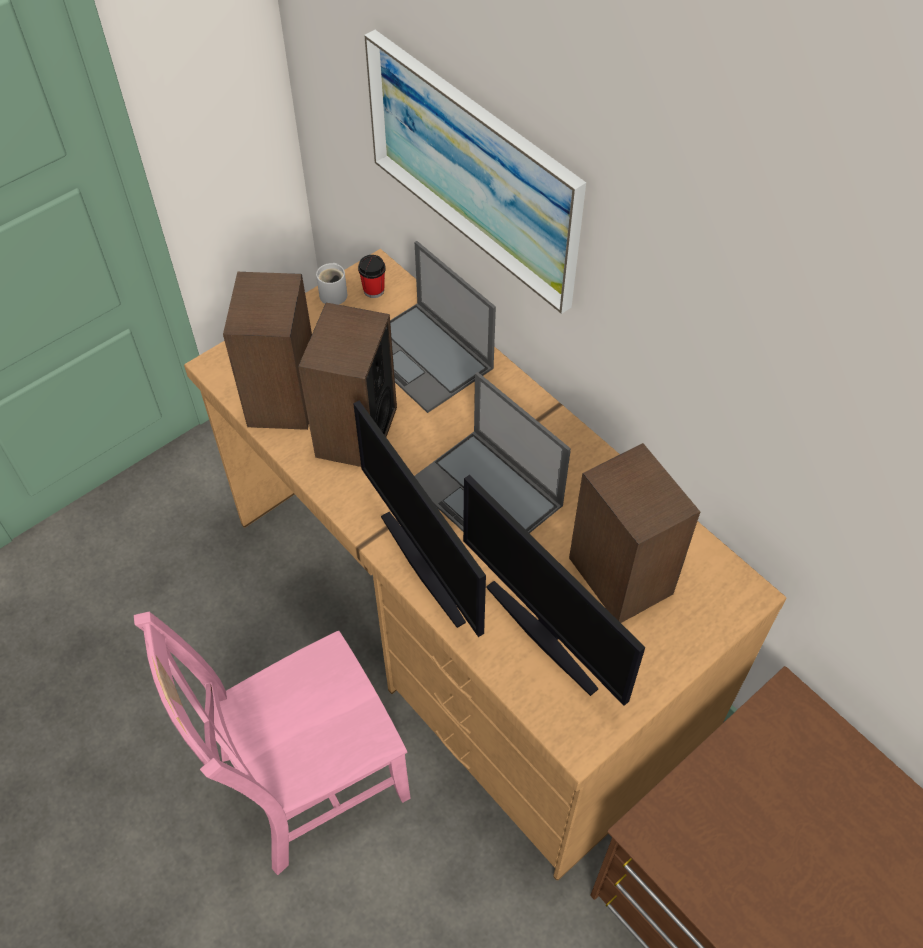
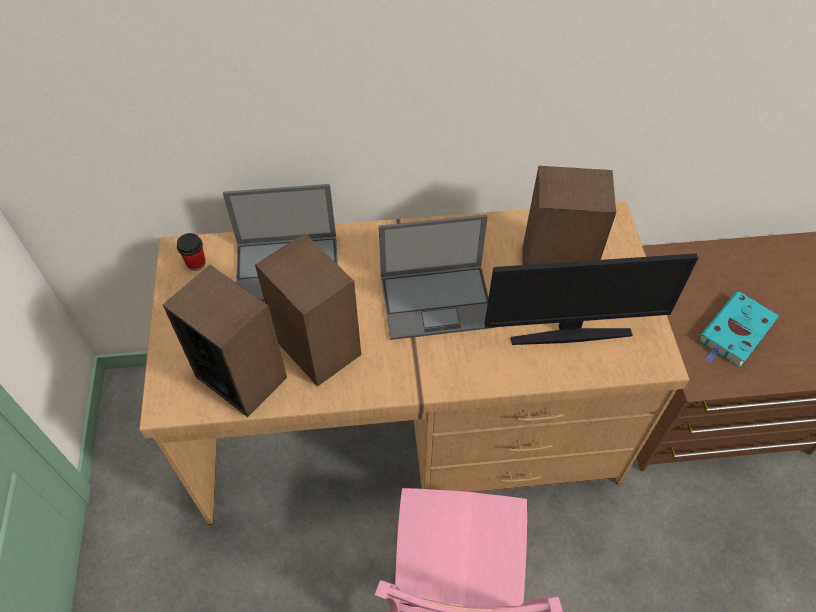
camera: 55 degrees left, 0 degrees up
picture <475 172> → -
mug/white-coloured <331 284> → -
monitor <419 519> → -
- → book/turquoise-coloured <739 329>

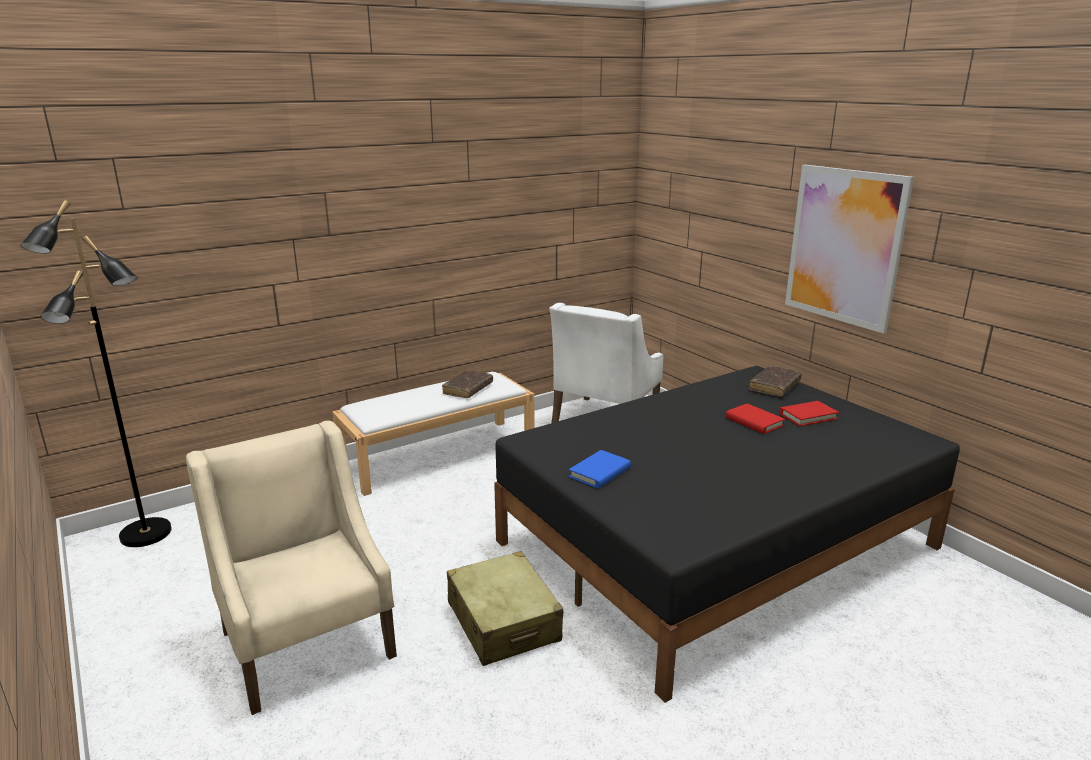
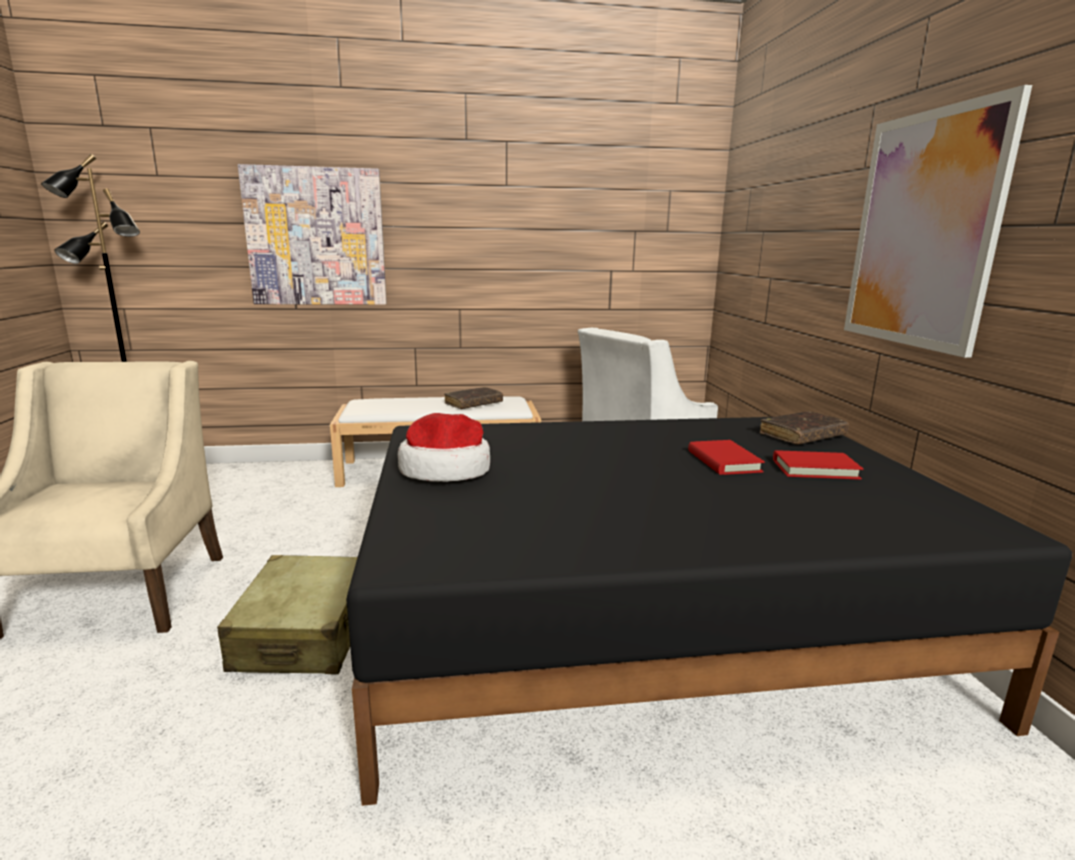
camera: 25 degrees right, 5 degrees down
book/bluish <600 469> → clothing hat <444 447>
- → picture <312 234>

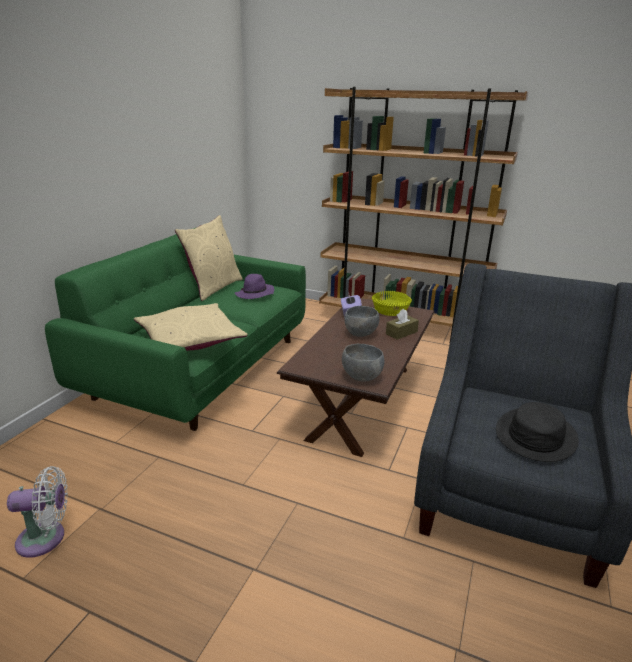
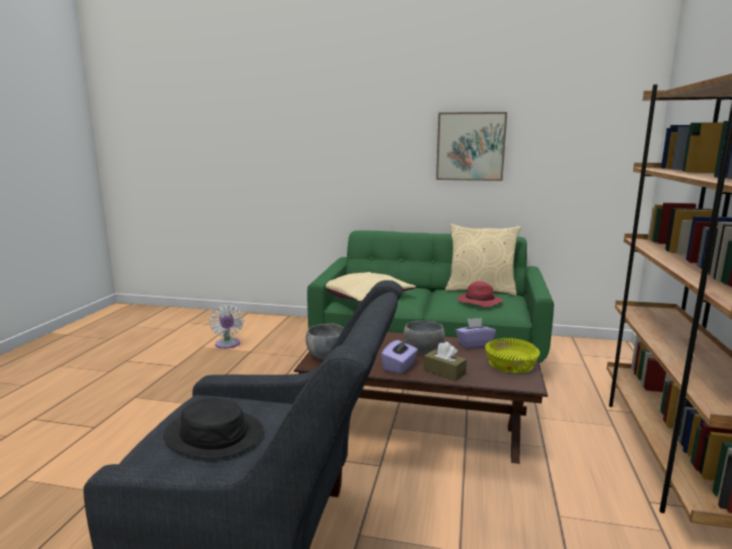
camera: 80 degrees right, 10 degrees down
clothing hat/purplish <254 286> → clothing hat/reddish <480 294>
- → picture <471 146>
- → box of tissues/purplish <399 357>

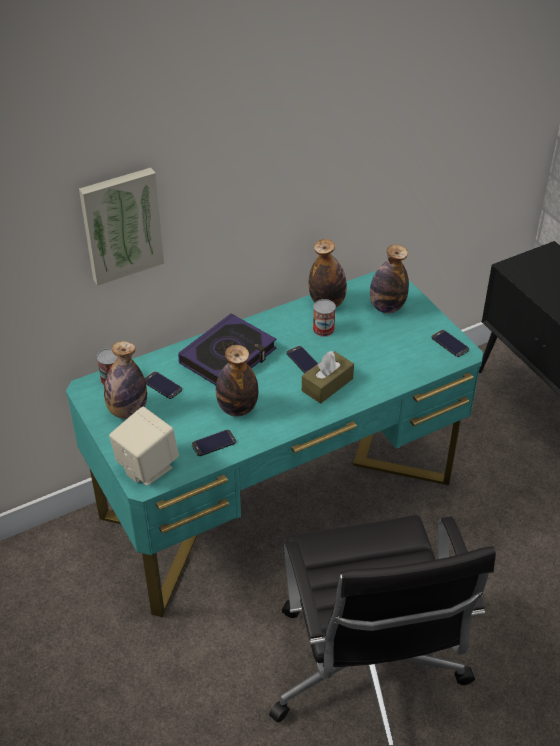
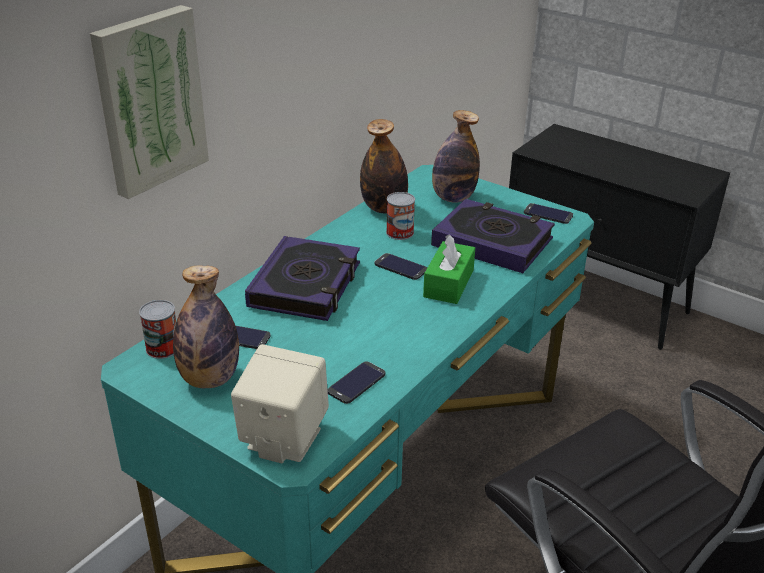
camera: 25 degrees left, 10 degrees down
drink bottle <237 381> → -
box of tissues/brownish <328 377> → box of tissues/green <449 269>
- → book <493 236>

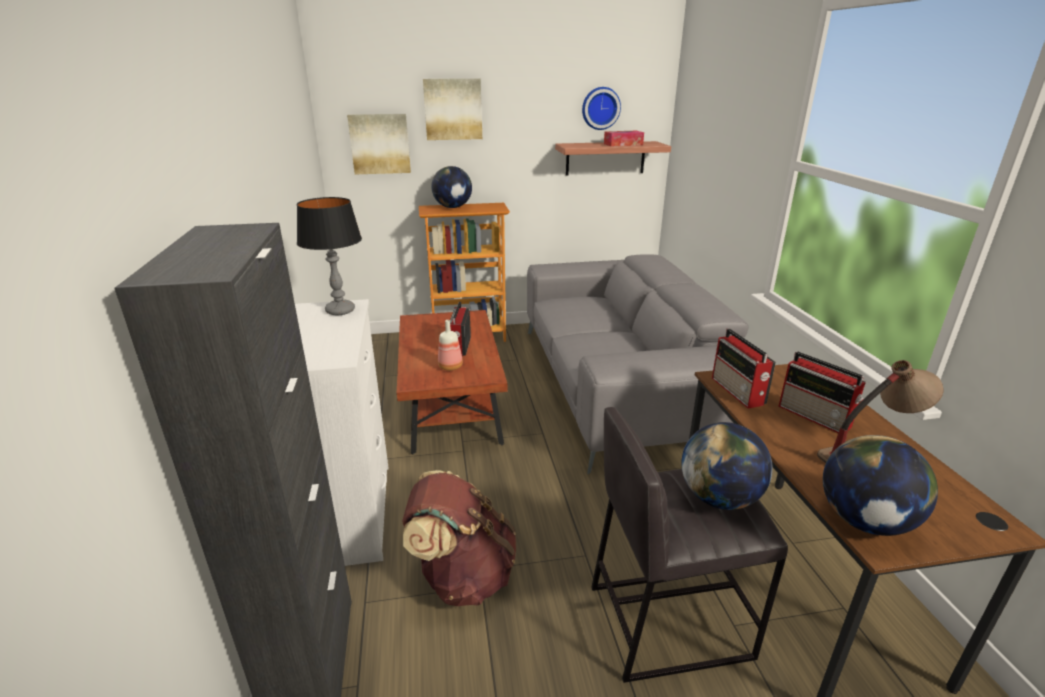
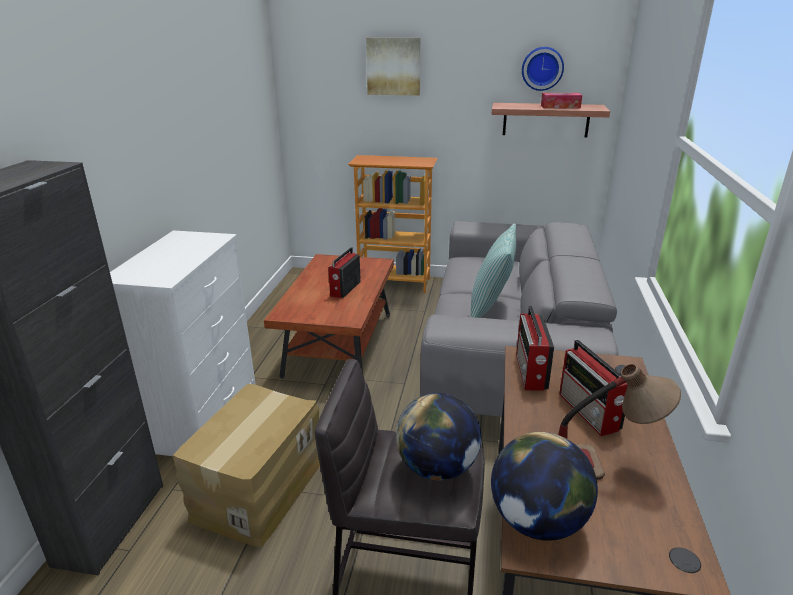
camera: 20 degrees right, 0 degrees up
picture <379 144> → -
globe <451 187> → -
tabletop lamp <329 256> → -
drink bottle <450 345> → -
rucksack/brownish <459 538> → packing box <246 465>
- → cushion <494 271>

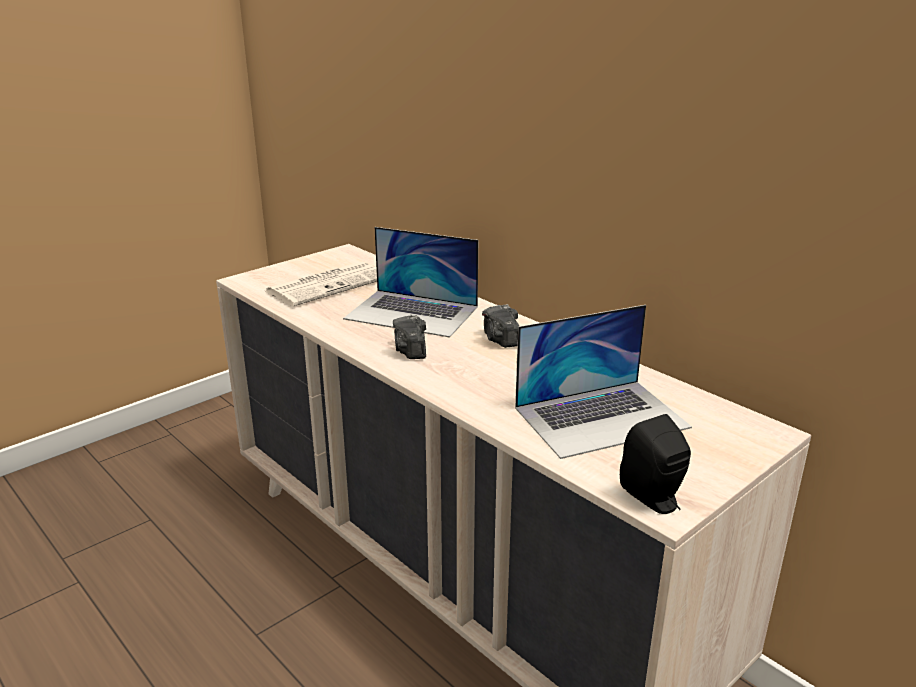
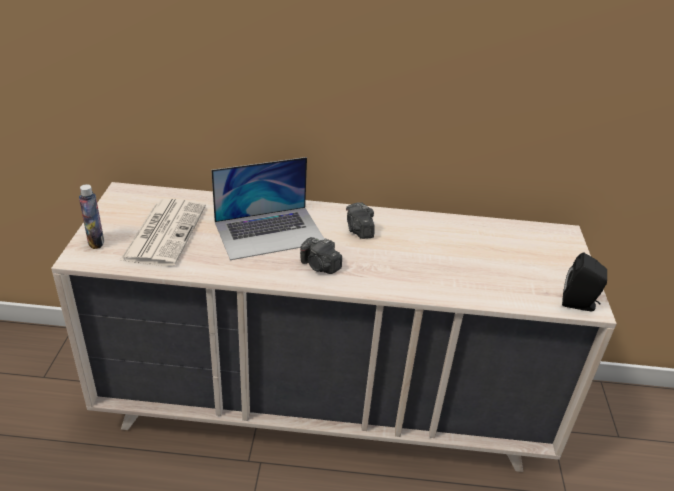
camera: 45 degrees left, 10 degrees up
photo camera <500 326> → photo camera <360 220>, 45 degrees clockwise
portable computer <603 382> → -
- → drink bottle <91 216>

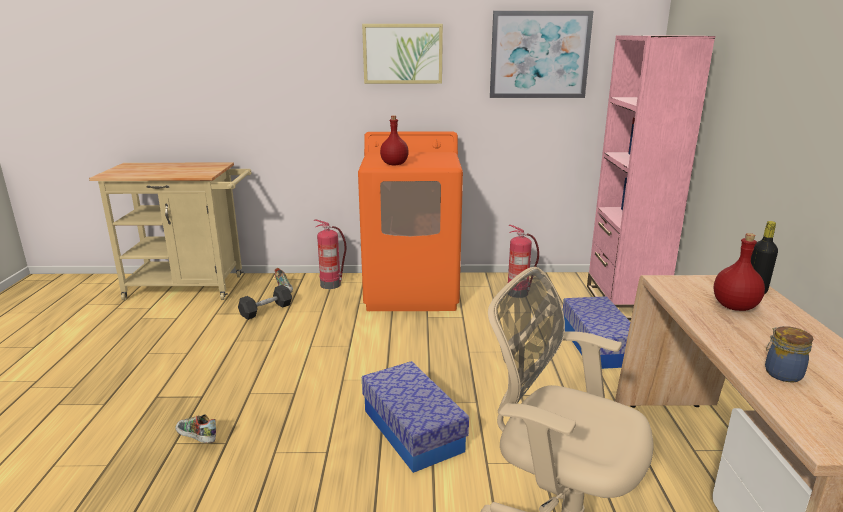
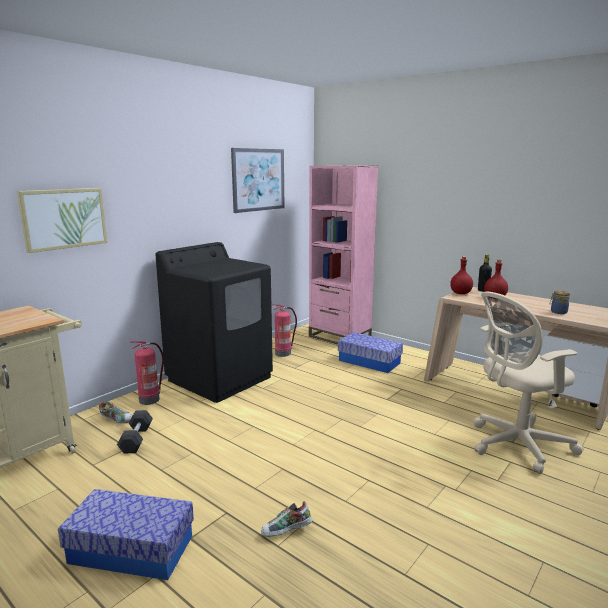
camera: 50 degrees left, 5 degrees down
picture <402 54> → picture <62 220>, moved
drink bottle/reddish <394 140> → drink bottle/reddish <461 275>, moved
washing machine/orangey <410 221> → washing machine/black <214 322>
storage box <415 417> → storage box <126 534>, moved

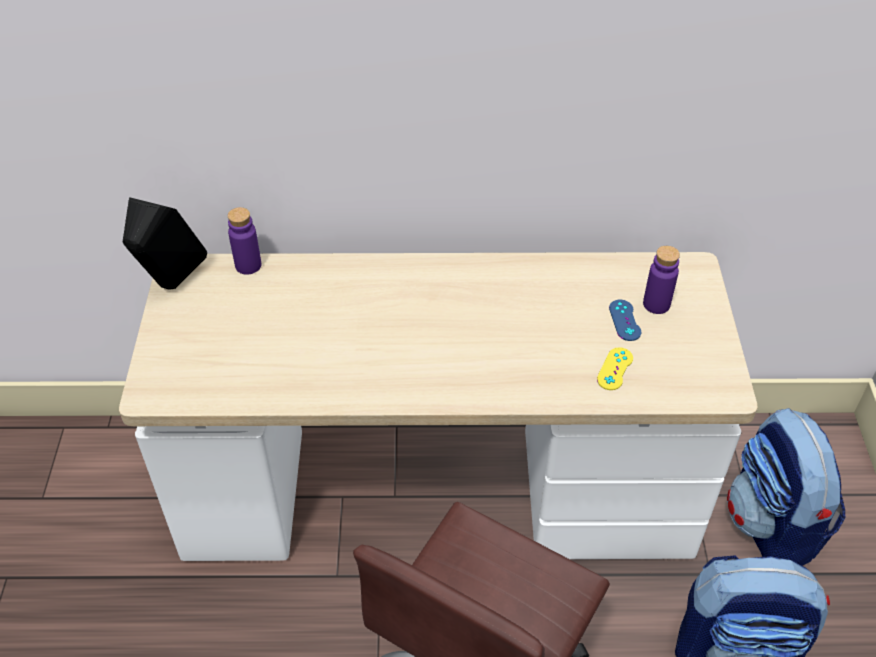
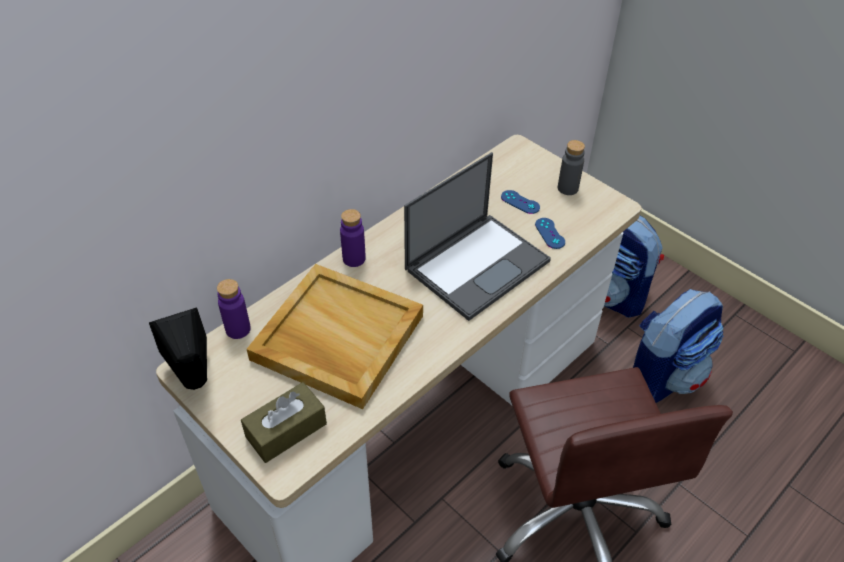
camera: 45 degrees left, 0 degrees up
drink bottle/purplish <661 280> → drink bottle/purplish <353 238>, moved
joypad/yellowish <615 368> → joypad/bluish <550 233>
- → drink bottle/greyish <571 167>
- → portable computer <477 236>
- → serving tray/beige-coloured <335 336>
- → box of tissues/brownish <284 422>

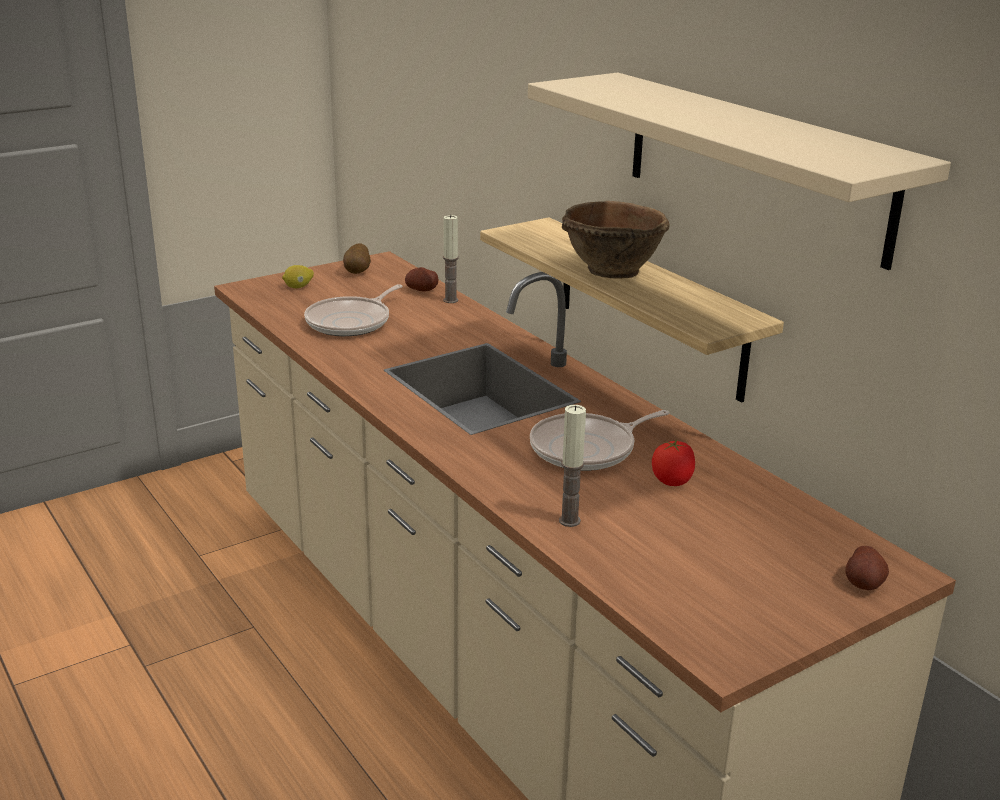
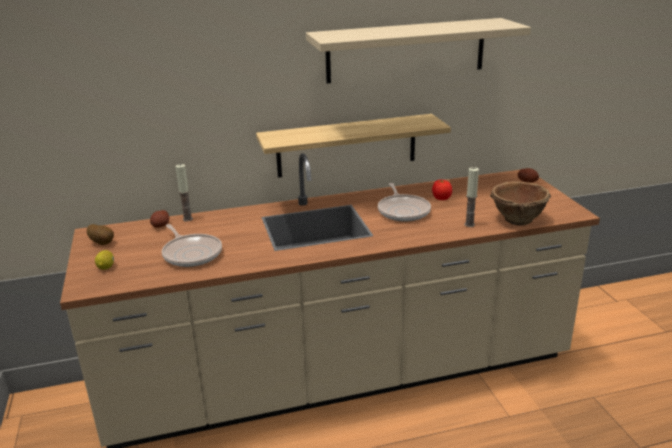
camera: 70 degrees left, 0 degrees up
bowl/brownish <616 240> → bowl/brownish <520 203>, moved

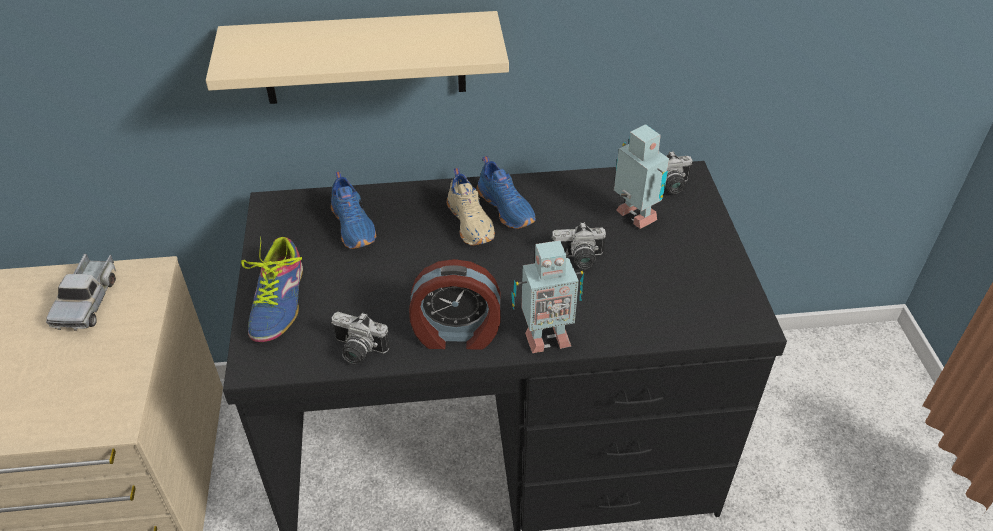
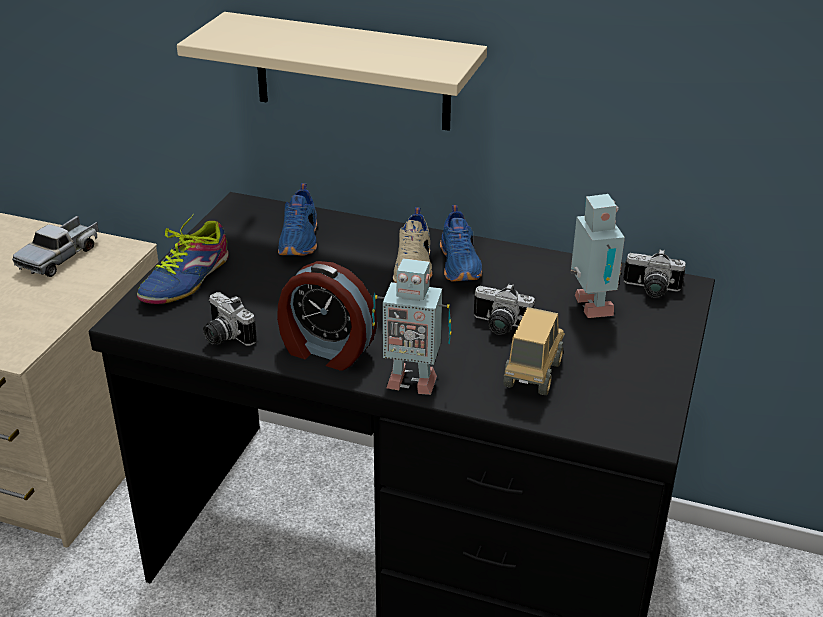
camera: 25 degrees right, 10 degrees down
- → toy truck <534 351>

